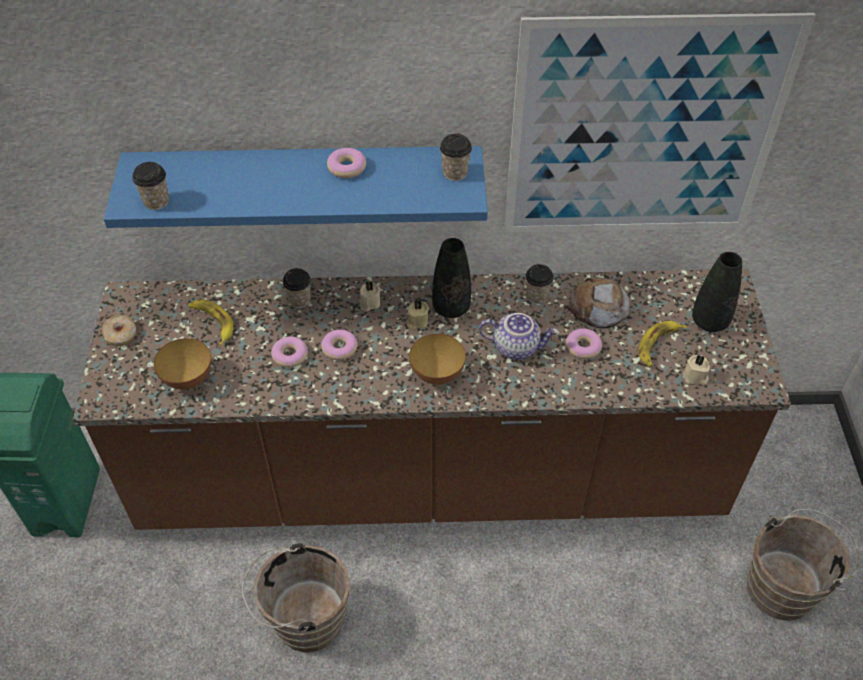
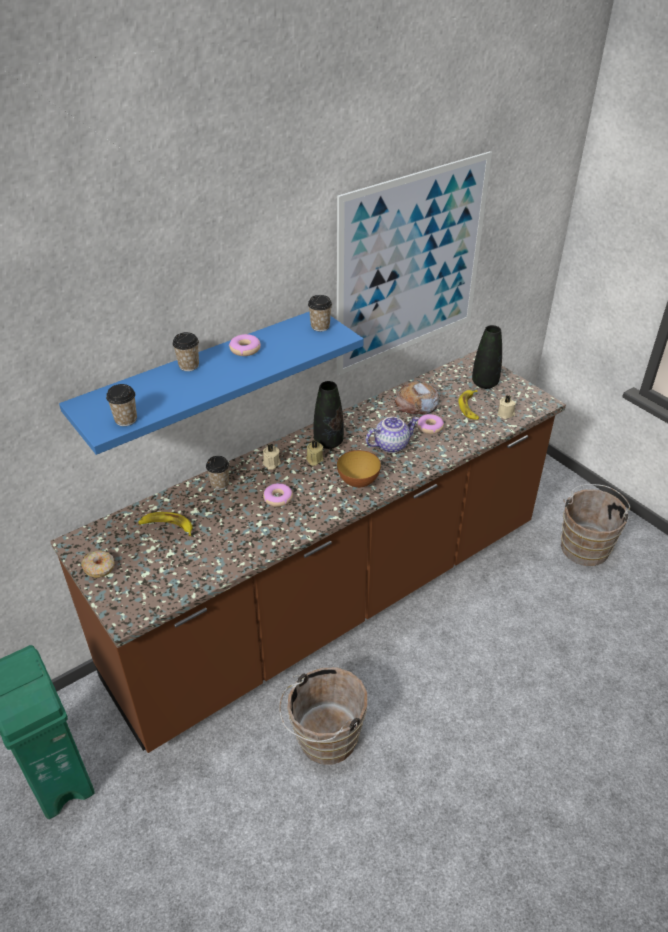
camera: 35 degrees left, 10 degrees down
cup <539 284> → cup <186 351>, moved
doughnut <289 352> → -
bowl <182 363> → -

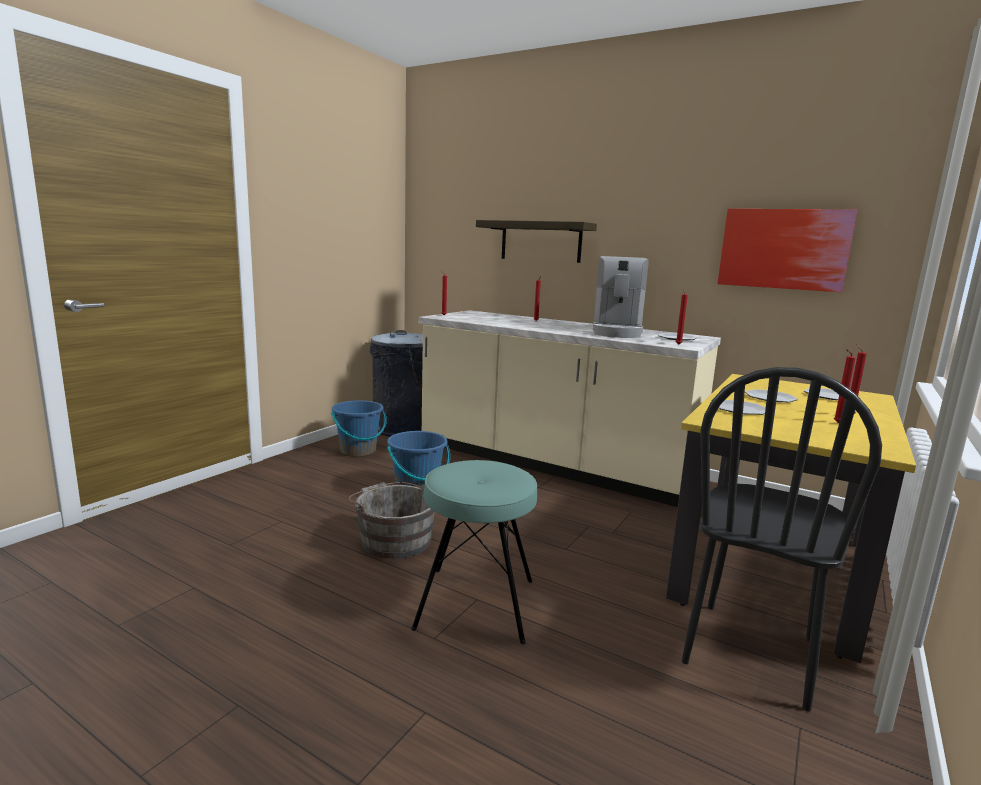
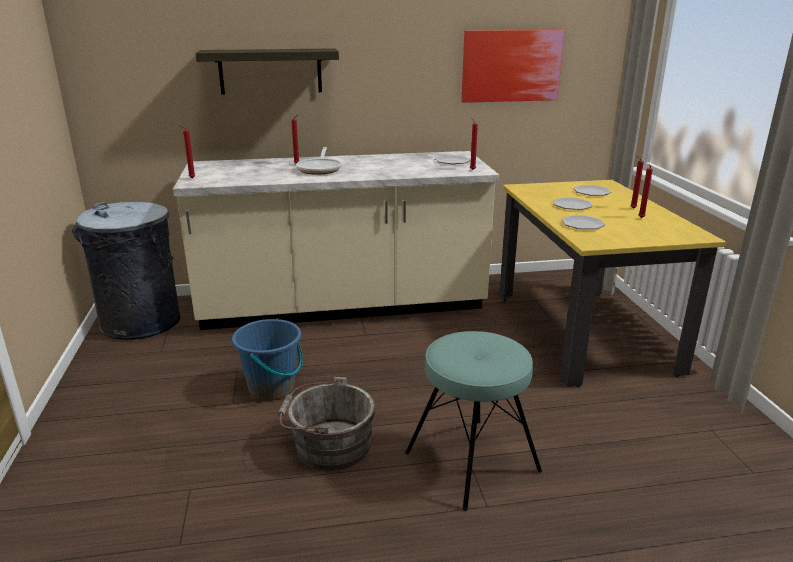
camera: 40 degrees left, 10 degrees up
coffee machine <621 297> → -
upright chair/black <782 539> → -
pail/bluish <359 428> → -
- → skillet <319 161>

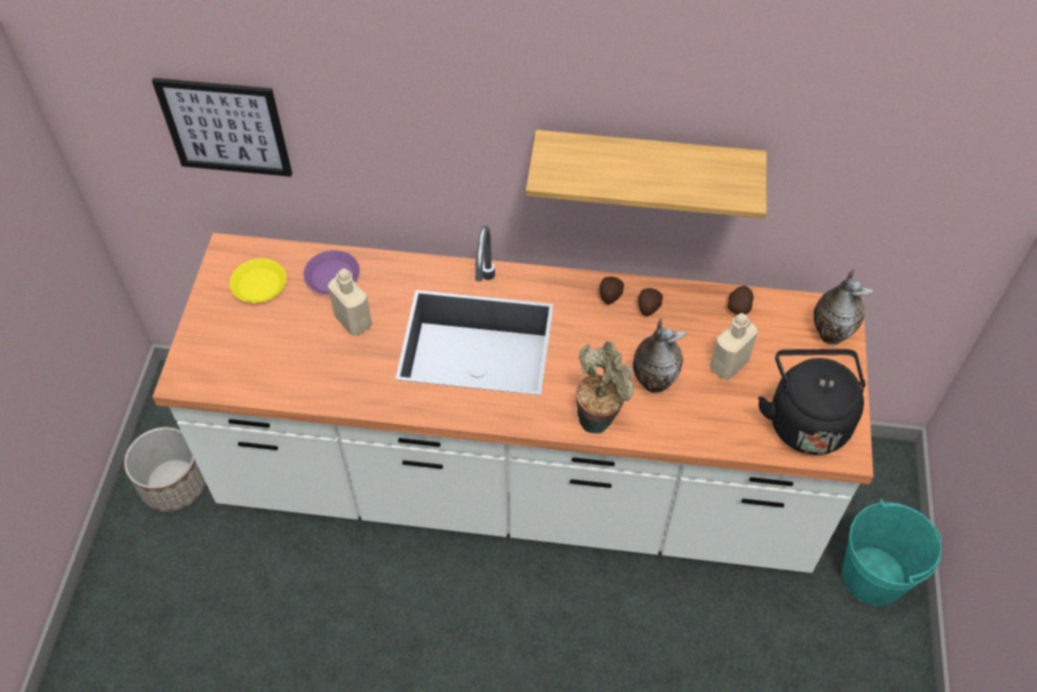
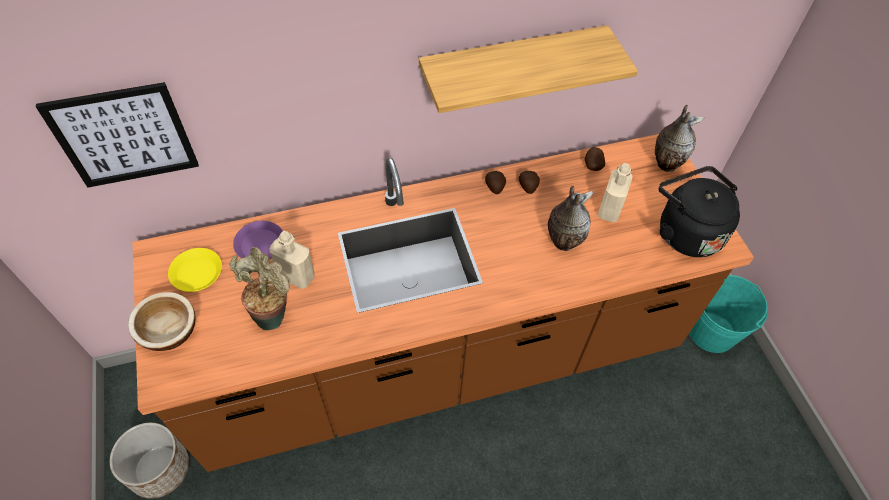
camera: 25 degrees left, 0 degrees up
kitchen base unit/white-coloured <512 399> → kitchen base unit/brownish <443 303>
potted plant <605 387> → potted plant <260 288>, moved
- → bowl <161 321>

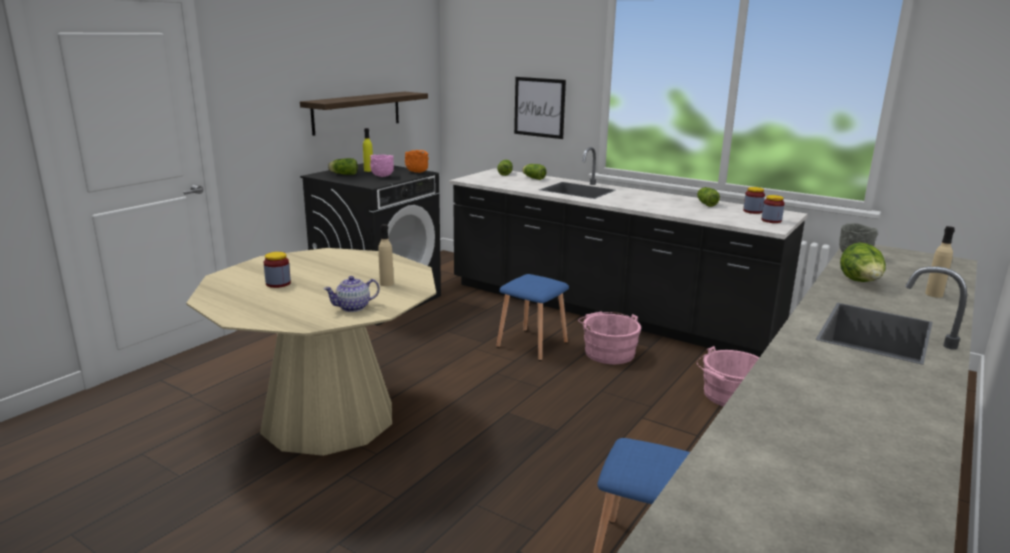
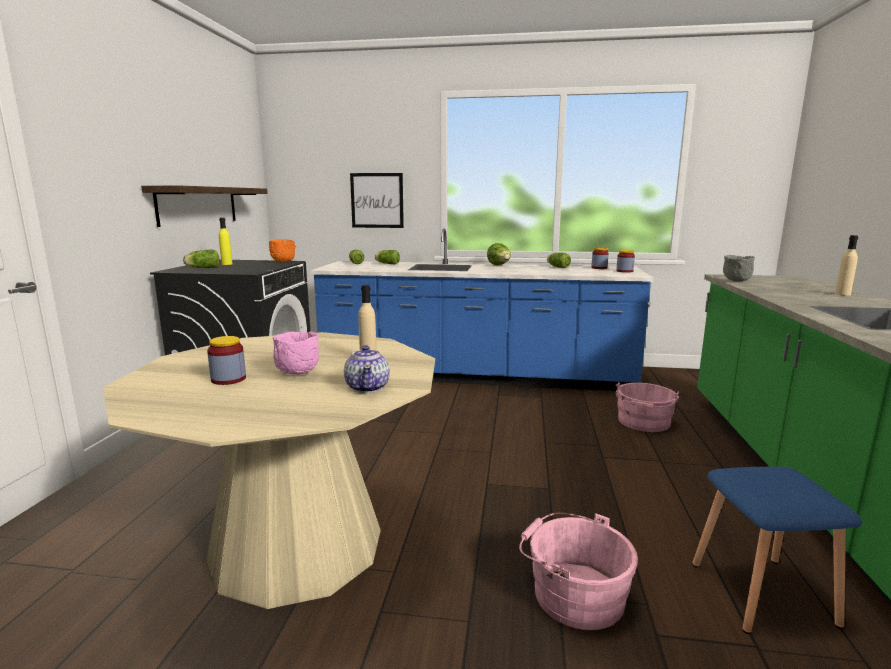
camera: 25 degrees left, 5 degrees down
kitchen base unit/black <628 252> → kitchen base unit/bluish <482 309>
bowl/pink-coloured <382 165> → bowl/pink-coloured <296 353>, moved
lettuce <863 262> → lettuce <499 254>, moved
stool seat/bluish <532 317> → -
tea pot <351 294> → tea pot <367 369>, 45 degrees counterclockwise
pail/pink-coloured <609 337> → pail/pink-coloured <578 571>, moved

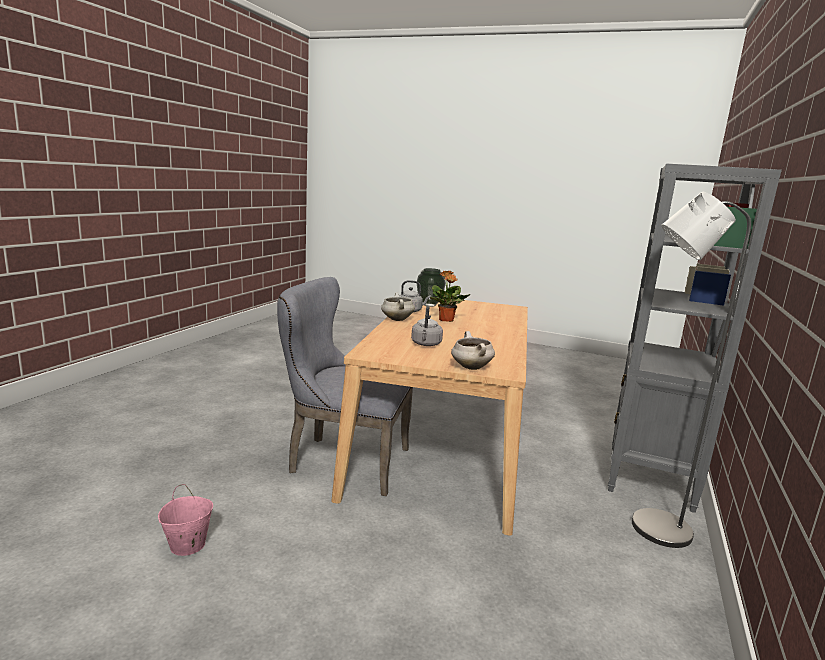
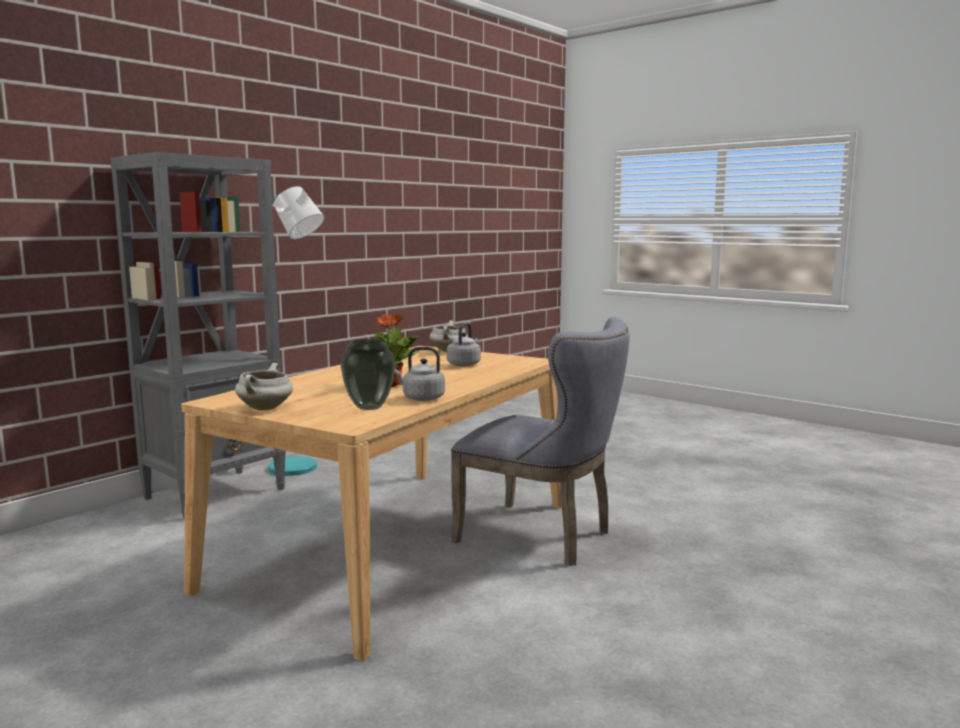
camera: 160 degrees left, 5 degrees down
standard lamp/greyish <691 370> → standard lamp/turquoise-coloured <296 331>
saucepot/white-coloured <398 306> → saucepot/white-coloured <264 387>, moved
pail/pink-coloured <185 520> → -

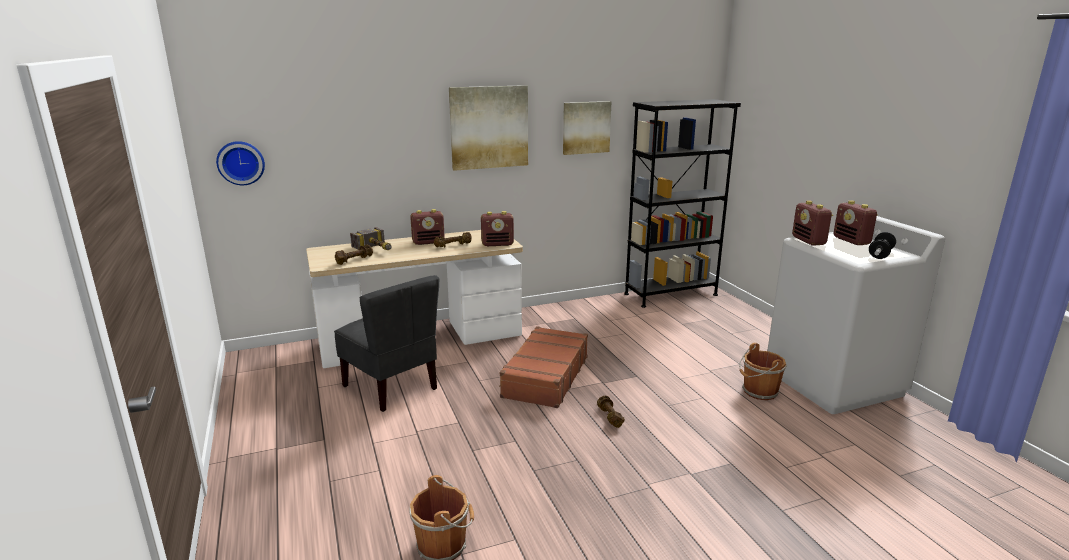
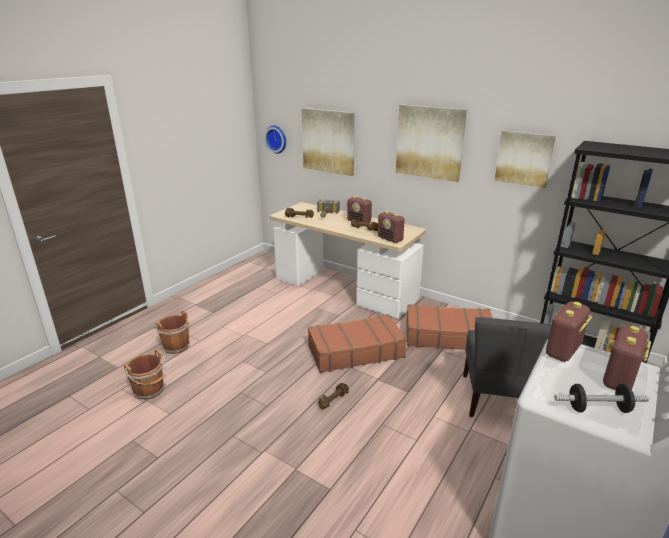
camera: 55 degrees right, 5 degrees up
upright chair/greyish <386 343> → upright chair/greyish <507 367>, moved
pail/brownish <763 371> → pail/brownish <172 332>, moved
- → picture <328 142>
- → travel case/brownish <449 327>

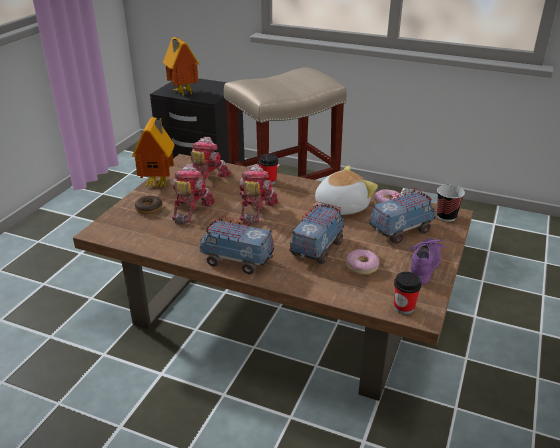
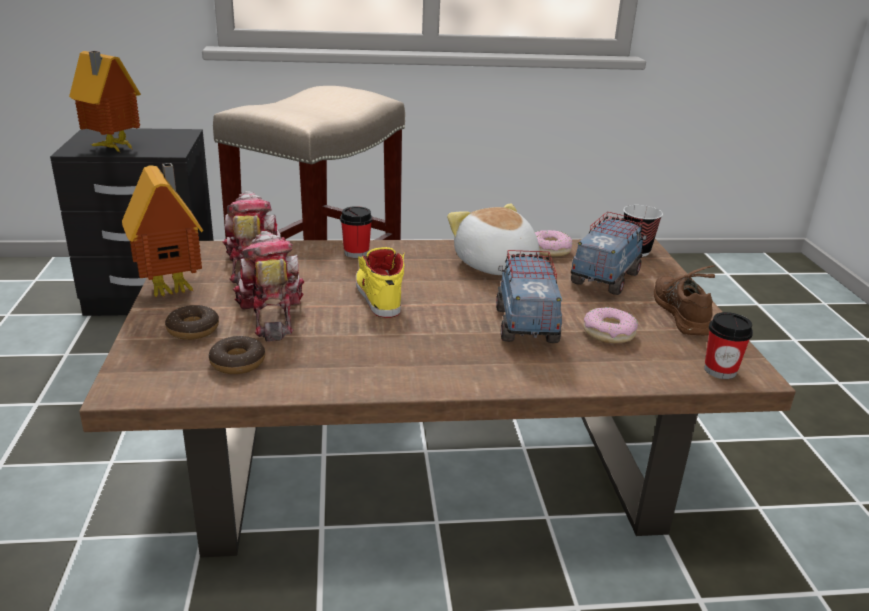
camera: 30 degrees left, 5 degrees down
model robot <258 194> → shoe/yellowish <380 282>
soft toy <345 190> → soft toy <493 239>, 60 degrees counterclockwise
toy truck <236 244> → -
shoe/purplish <428 261> → shoe/brownish <684 300>
- → doughnut <237 355>

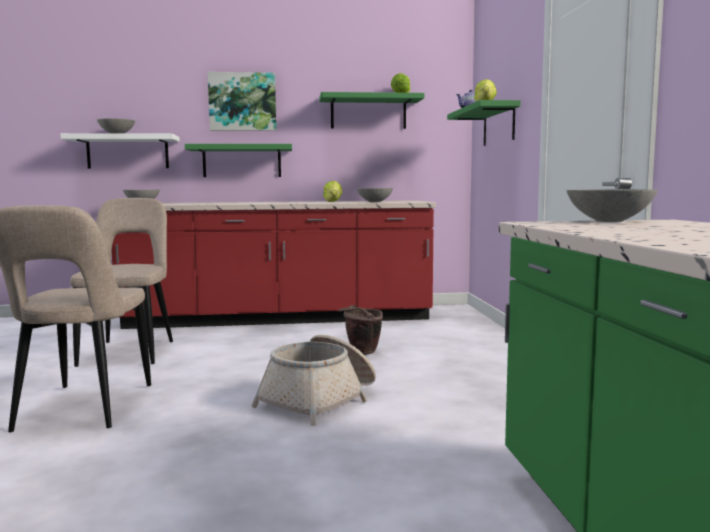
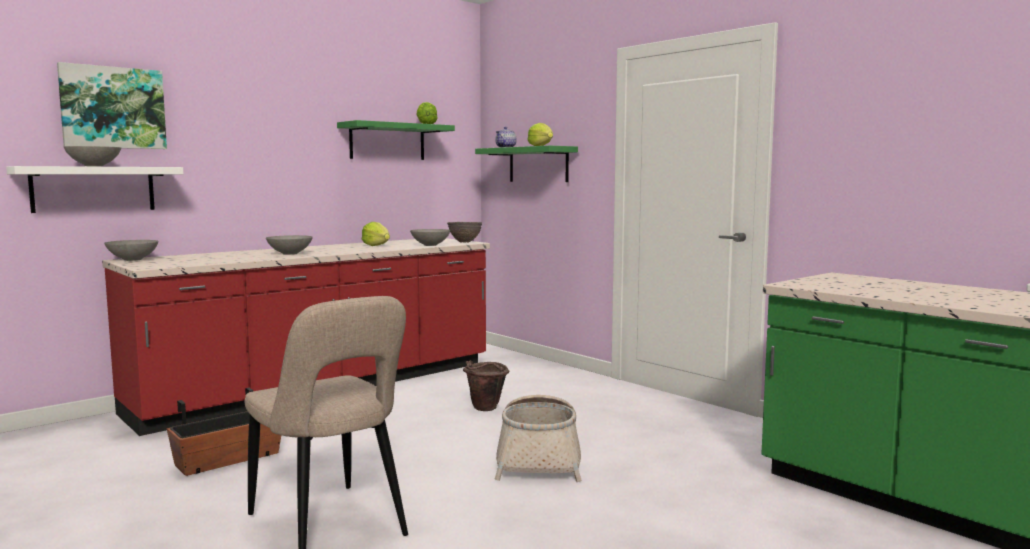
camera: 35 degrees left, 0 degrees up
picture <242 101> → picture <112 105>, moved
bracket shelf/green <238 160> → -
bowl/greyish <612 205> → bowl/greyish <289 245>, moved
upright chair/beige-coloured <121 282> → plant pot <224 432>
- → bowl/brownish <464 232>

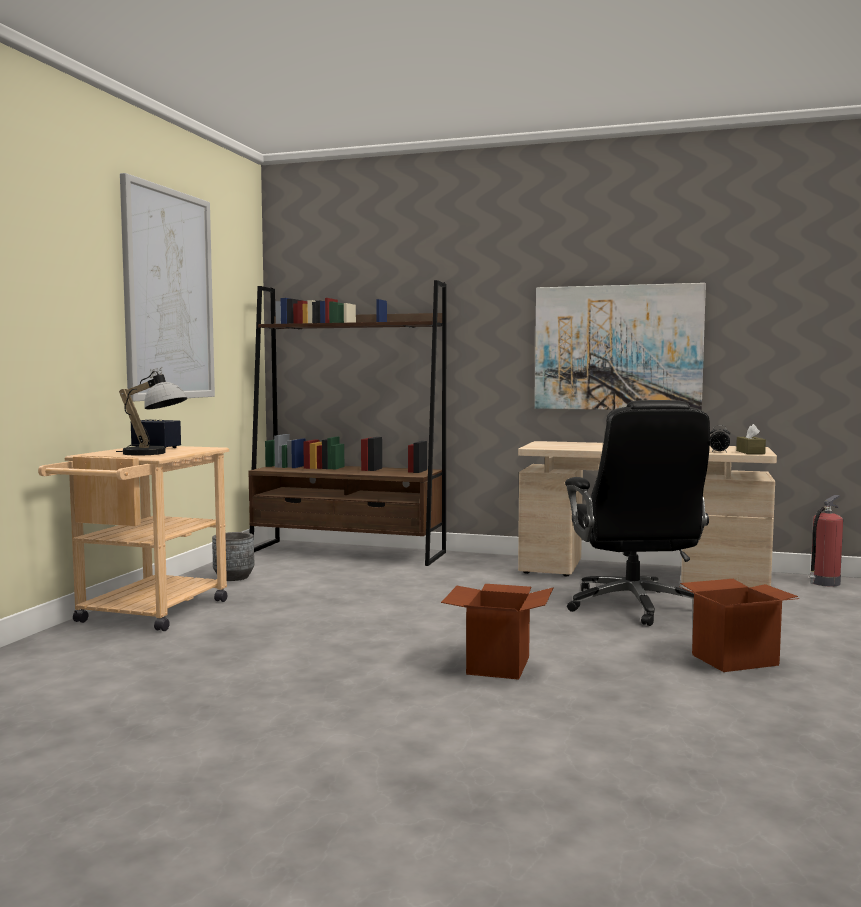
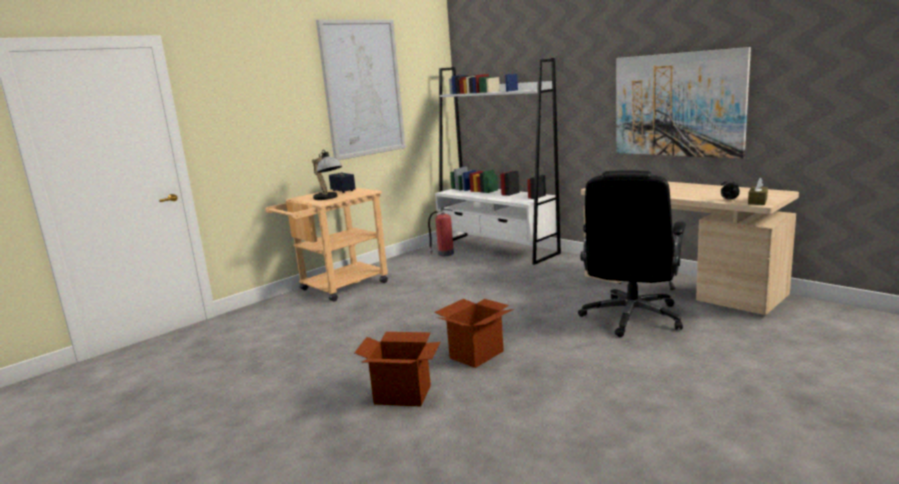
camera: 30 degrees right, 10 degrees up
shelving unit/brownish <347 423> → shelving unit/white-coloured <498 161>
fire extinguisher <826 541> → fire extinguisher <441 230>, moved
plant pot/greyish <233 556> → -
packing box <739 625> → packing box <397 369>, moved

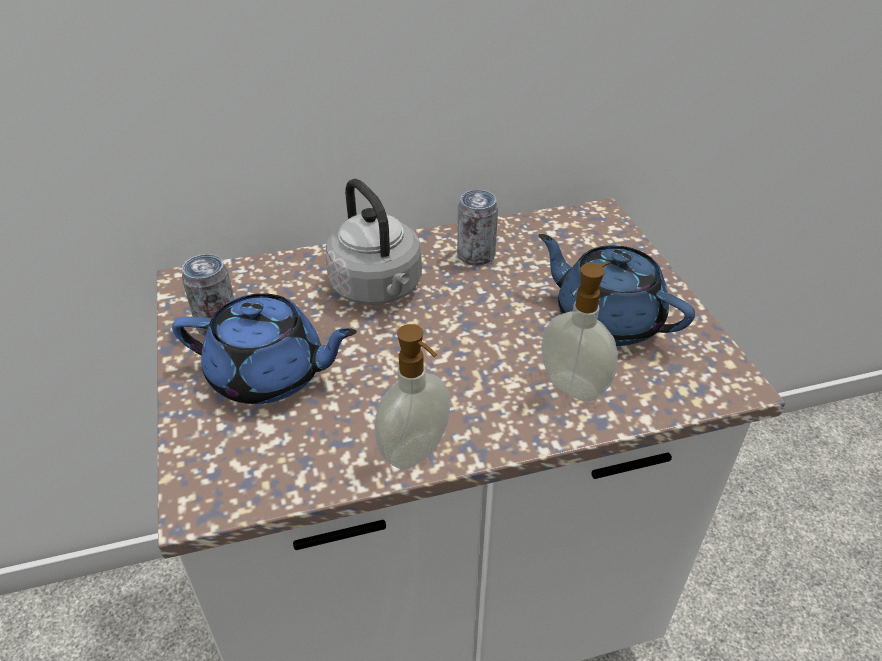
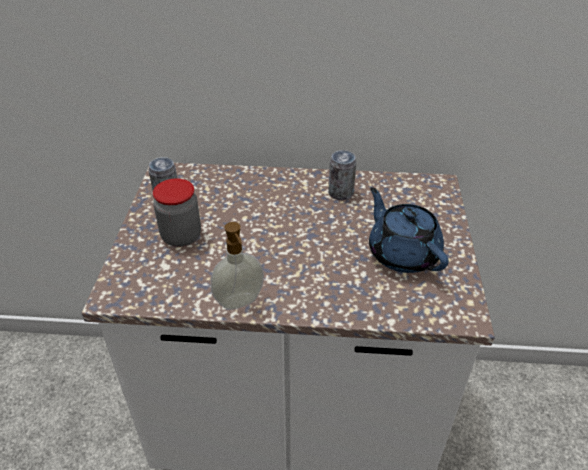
camera: 20 degrees right, 0 degrees up
tea kettle/greyish <374 241> → -
soap dispenser <579 331> → -
tea pot/bluish <264 348> → preserve jar <177 212>

